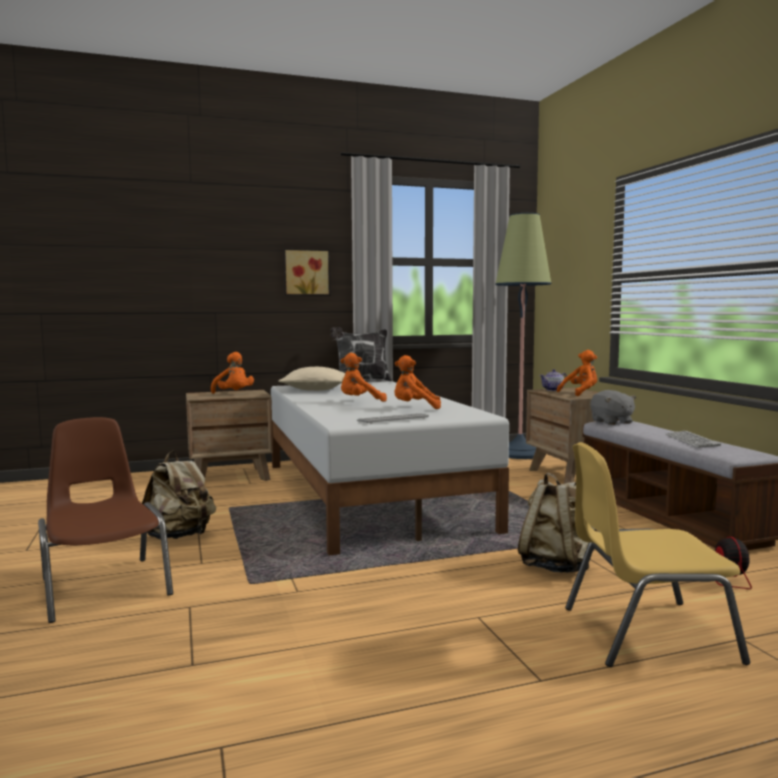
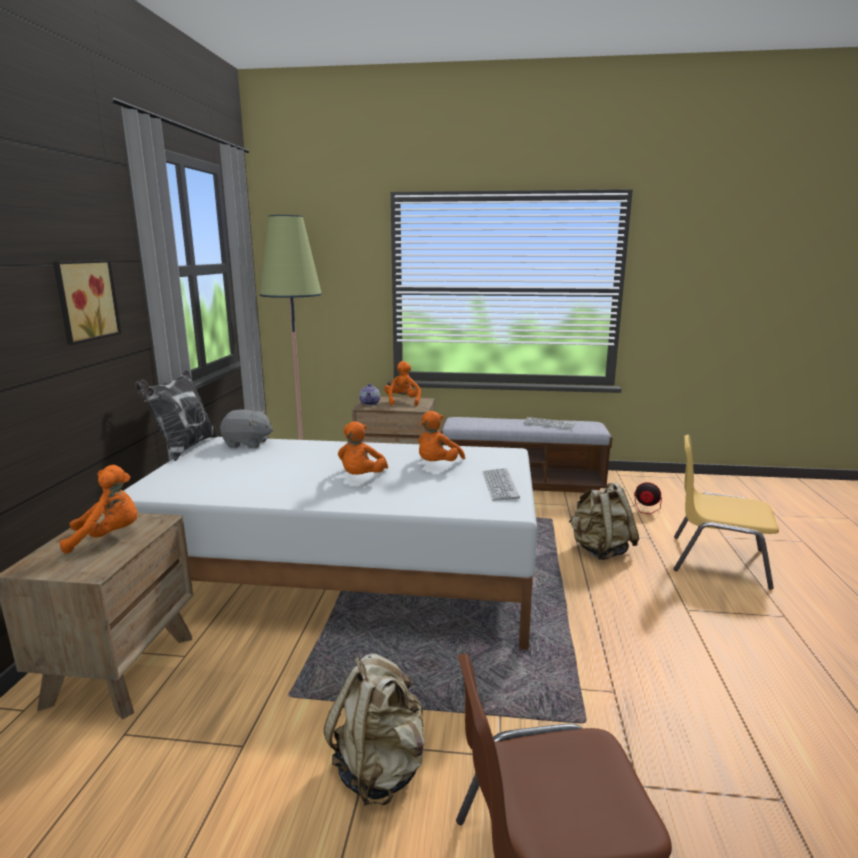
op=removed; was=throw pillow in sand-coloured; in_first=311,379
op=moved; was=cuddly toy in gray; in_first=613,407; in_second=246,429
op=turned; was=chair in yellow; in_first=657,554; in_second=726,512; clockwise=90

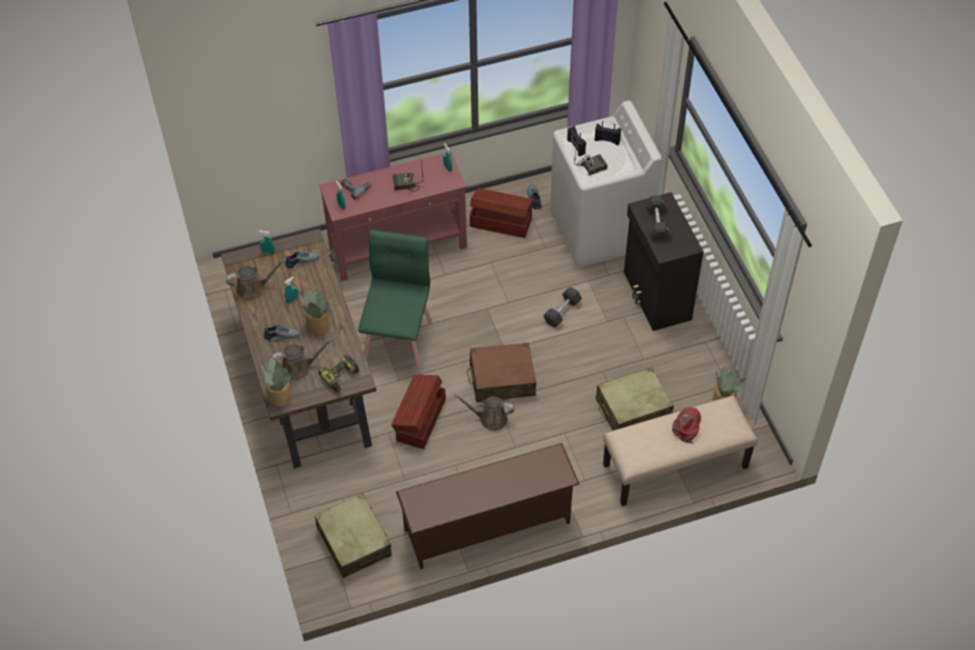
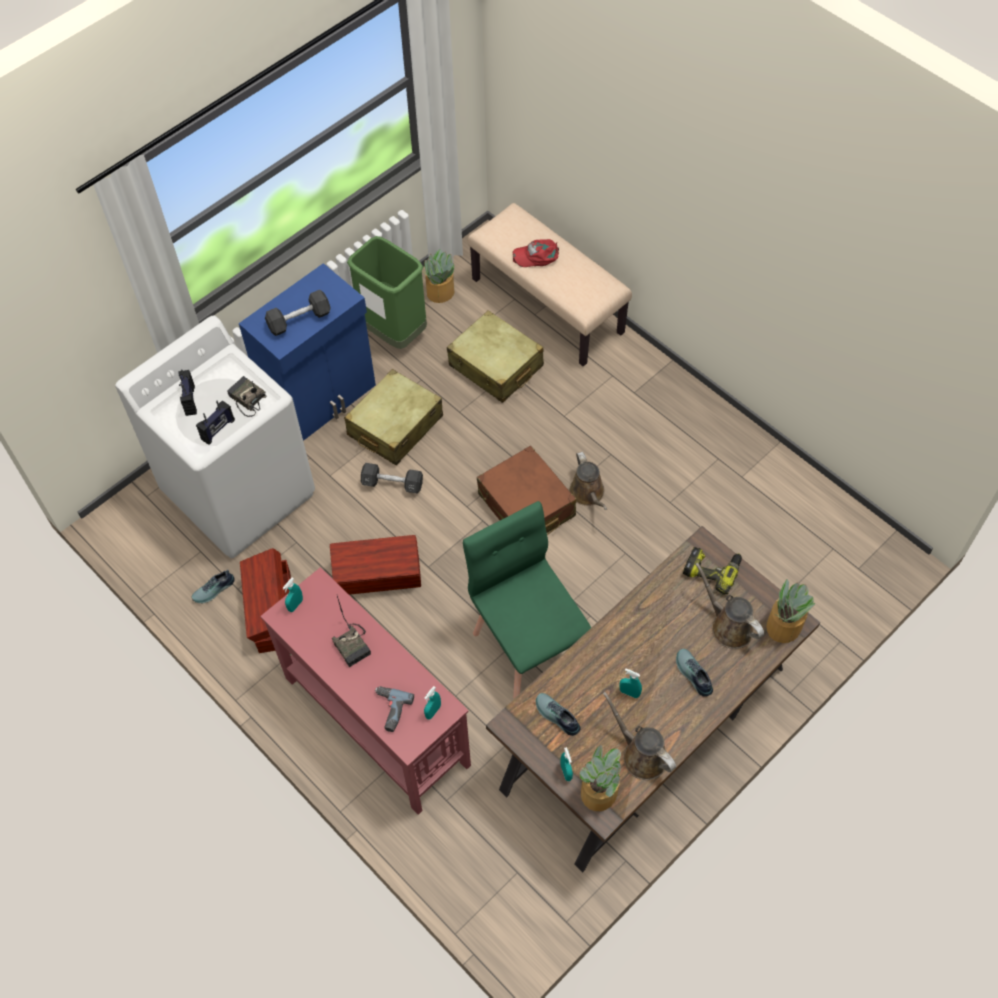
op=recoloured; was=cupboard in blackish; now=cupboard in blue-coloured; in_first=664,261; in_second=307,352
op=turned; was=chair in green; in_first=395,299; in_second=527,600; clockwise=75
op=moved; was=houseplant; in_first=314,312; in_second=600,778
op=moved; was=storage bin in brown; in_first=418,412; in_second=375,565
op=removed; was=shoe rack in brown; in_first=487,506
op=moved; was=suitcase in sand-coloured; in_first=353,535; in_second=393,417
op=added; now=trash can in green; in_second=387,292

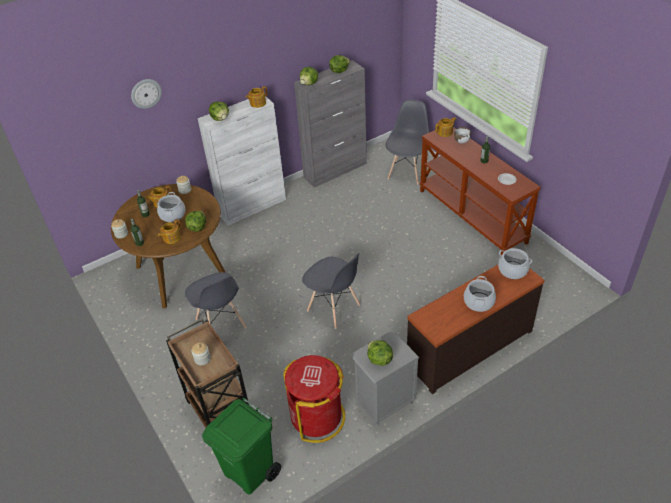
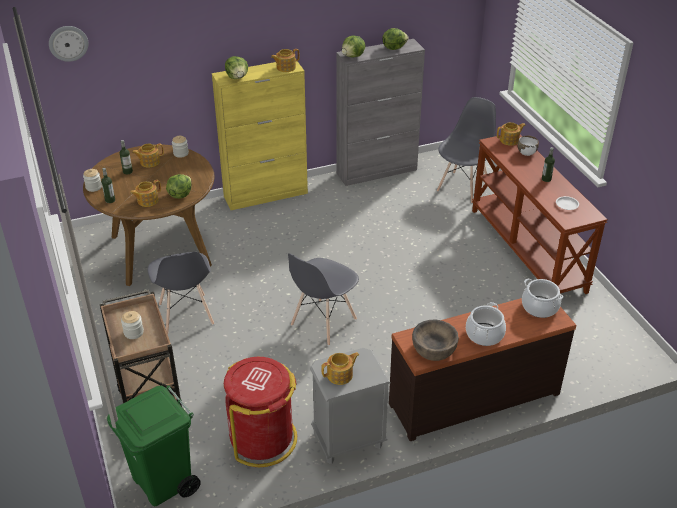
op=moved; was=wall clock; in_first=146,94; in_second=68,44
op=recoloured; was=cupboard in white; now=cupboard in yellow; in_first=242,161; in_second=260,134
op=removed; was=saucepot; in_first=171,207
op=turned; was=chair in gray; in_first=331,291; in_second=323,299; clockwise=75
op=replaced; was=lettuce; now=teapot; in_first=380,353; in_second=340,368
op=added; now=serving bowl in brown; in_second=435,340

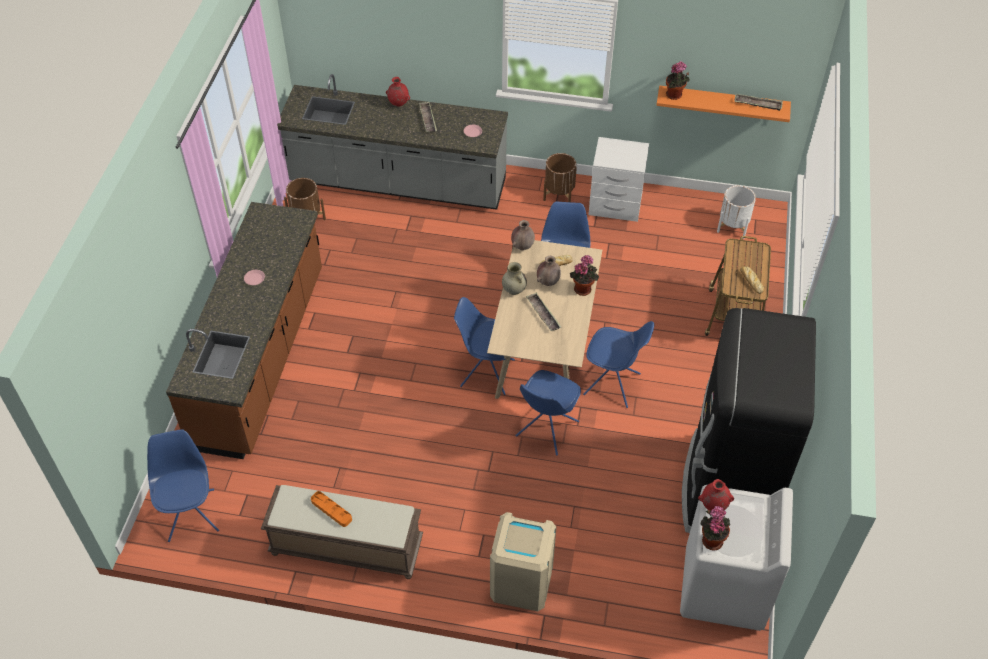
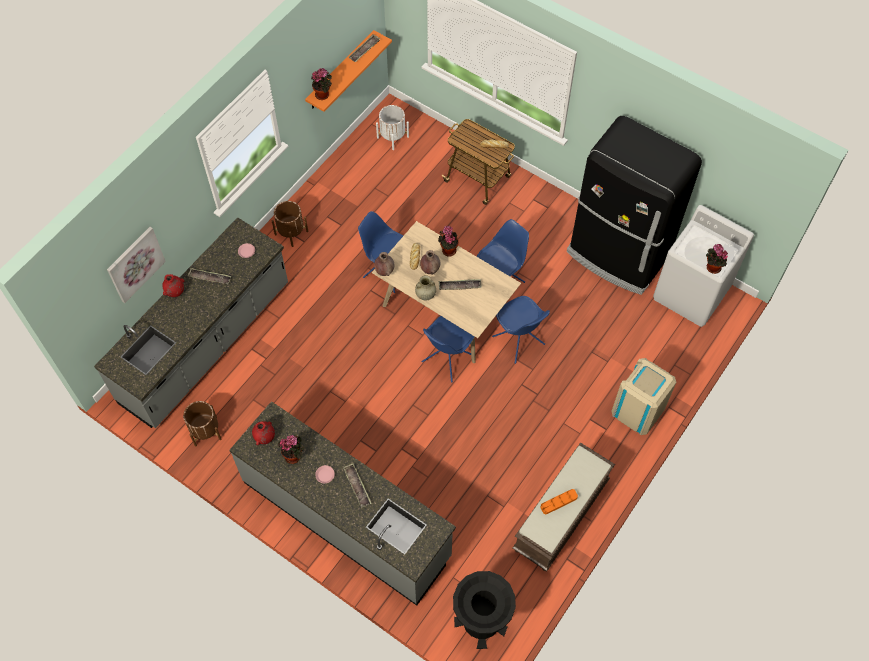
op=removed; was=night table in white; in_first=619,179
op=recoloured; was=counter in brown; now=counter in gray; in_first=244,330; in_second=343,503
op=replaced; was=chair in blue-coloured; now=trash can in blackish; in_first=183,485; in_second=484,610
op=moved; was=vase in red-coloured; in_first=716,495; in_second=263,433
op=added; now=wall art; in_second=136,265
op=added; now=houseplant; in_second=291,449
op=added; now=carrying tray; in_second=357,485

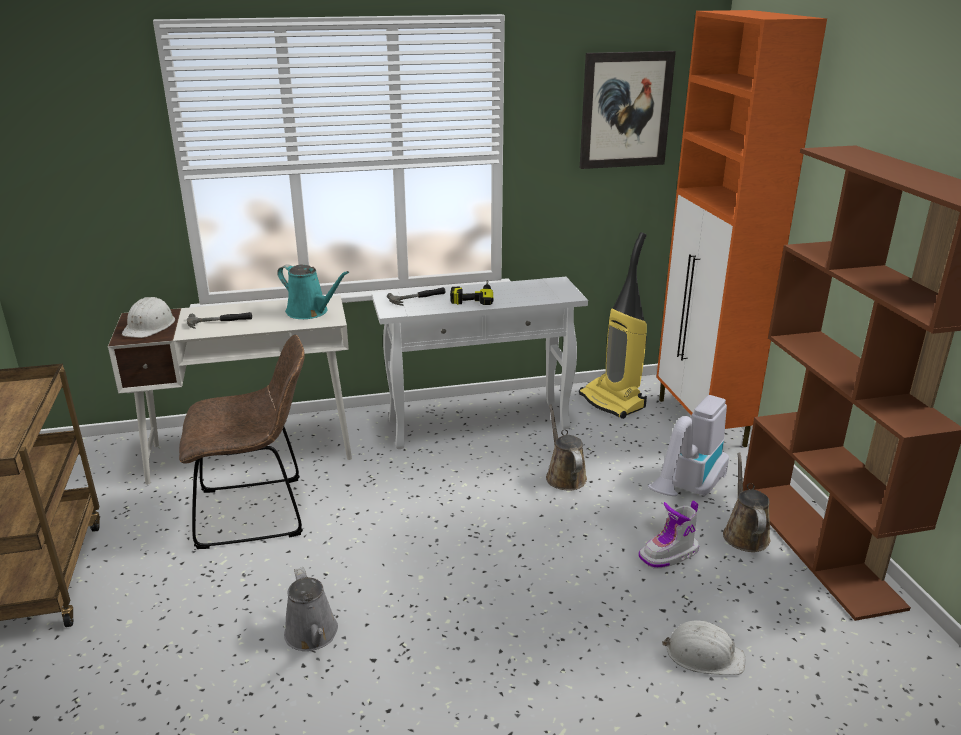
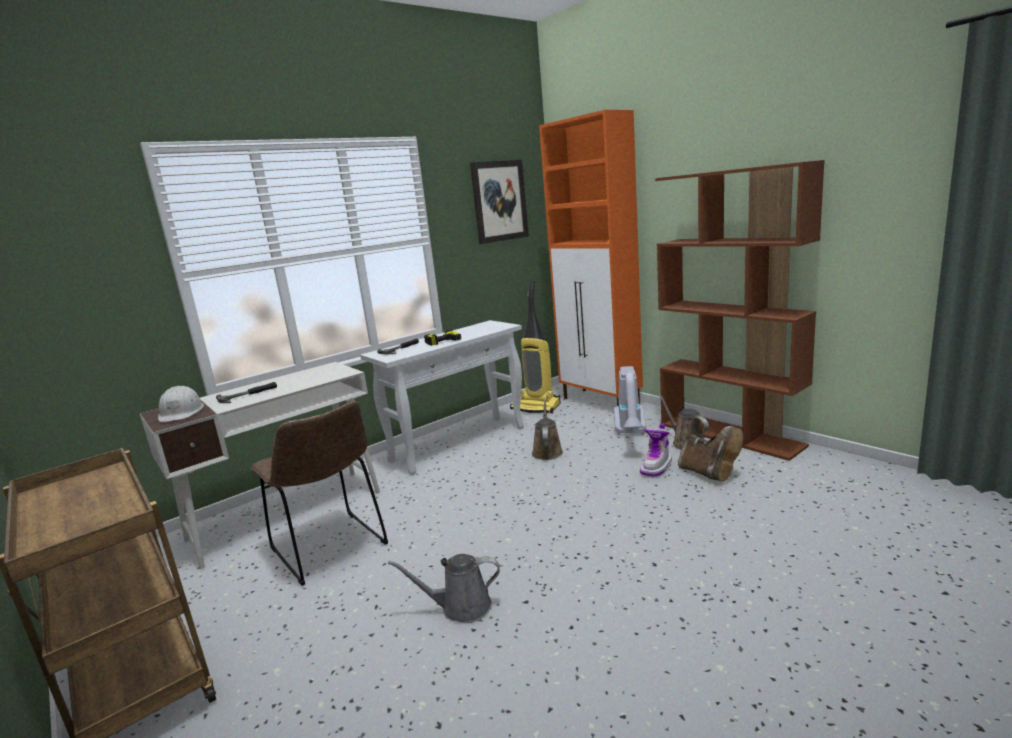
op=removed; was=watering pot in turquoise-coloured; in_first=313,291
op=turned; was=chair in brown; in_first=242,442; in_second=319,493; clockwise=90
op=turned; was=watering pot in brown; in_first=566,448; in_second=547,430; clockwise=45
op=turned; was=watering pot in gray; in_first=311,609; in_second=444,588; clockwise=135
op=removed; was=safety helmet in white; in_first=703,647
op=added; now=boot in brown; in_second=710,454

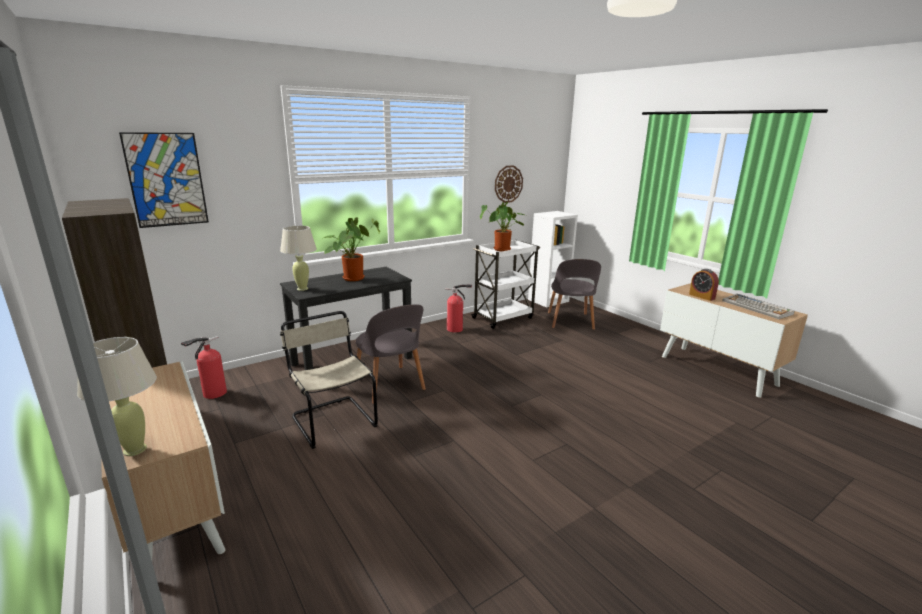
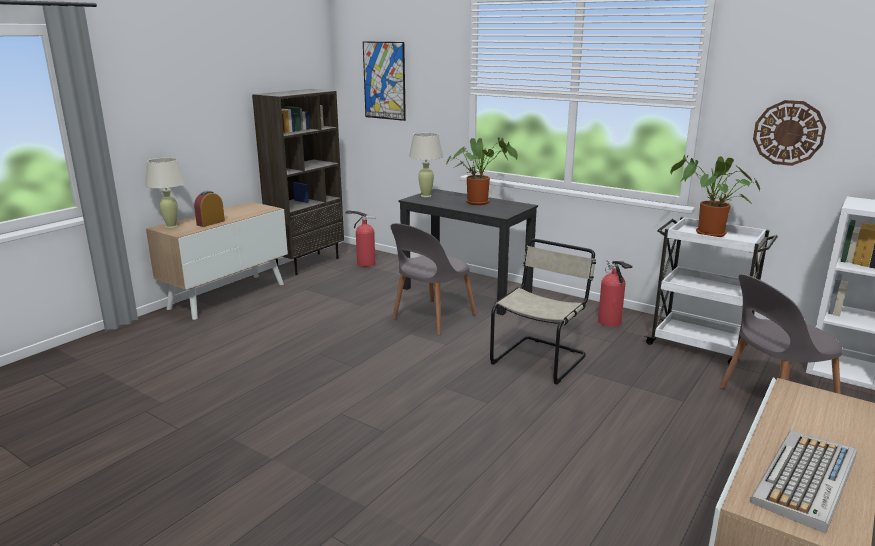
op=moved; was=alarm clock; in_first=704,285; in_second=209,209
op=moved; was=chair in sand-coloured; in_first=329,380; in_second=543,311

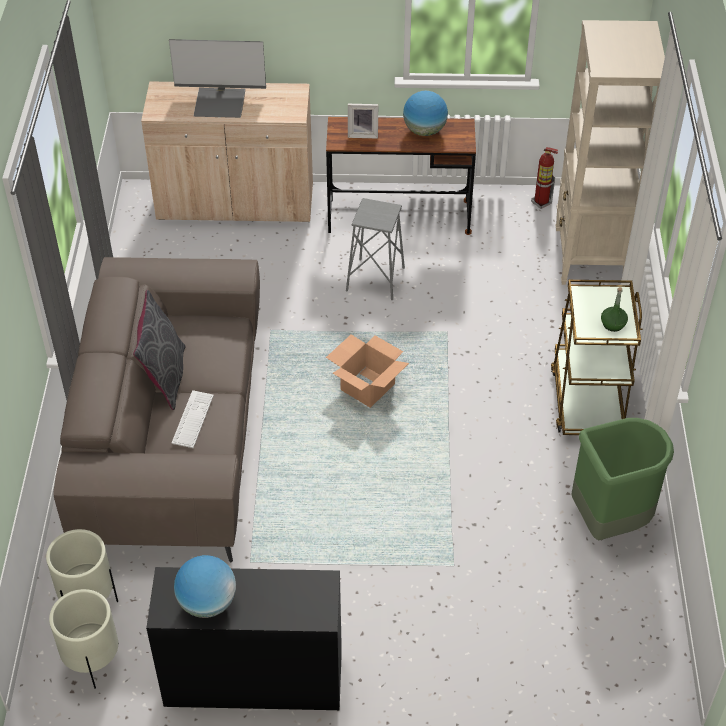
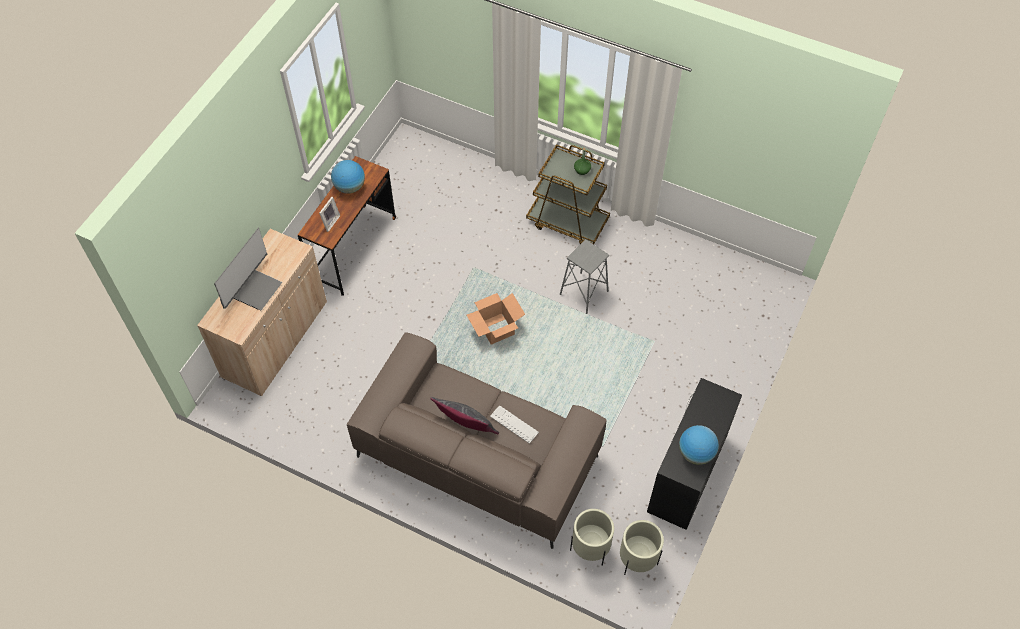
op=removed; was=shelving unit in sand-coloured; in_first=610,152
op=removed; was=extinguisher; in_first=544,178
op=moved; was=stool in gray; in_first=375,249; in_second=584,276
op=removed; was=trash can in green; in_first=622,479

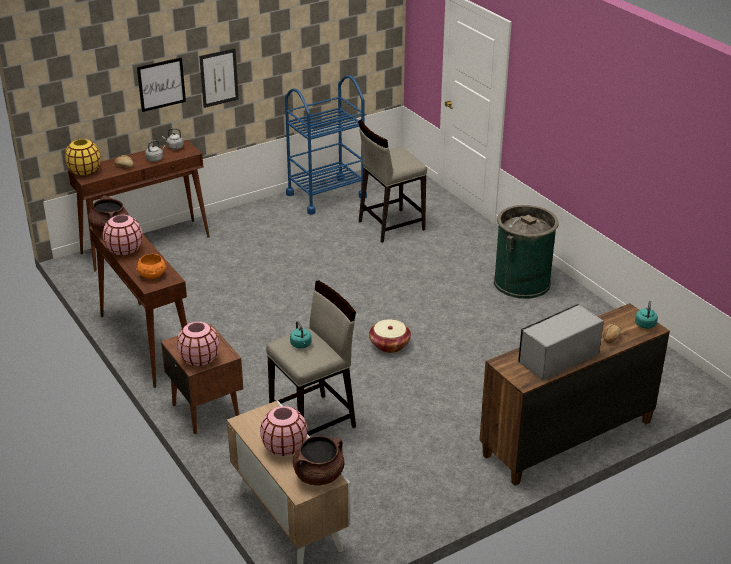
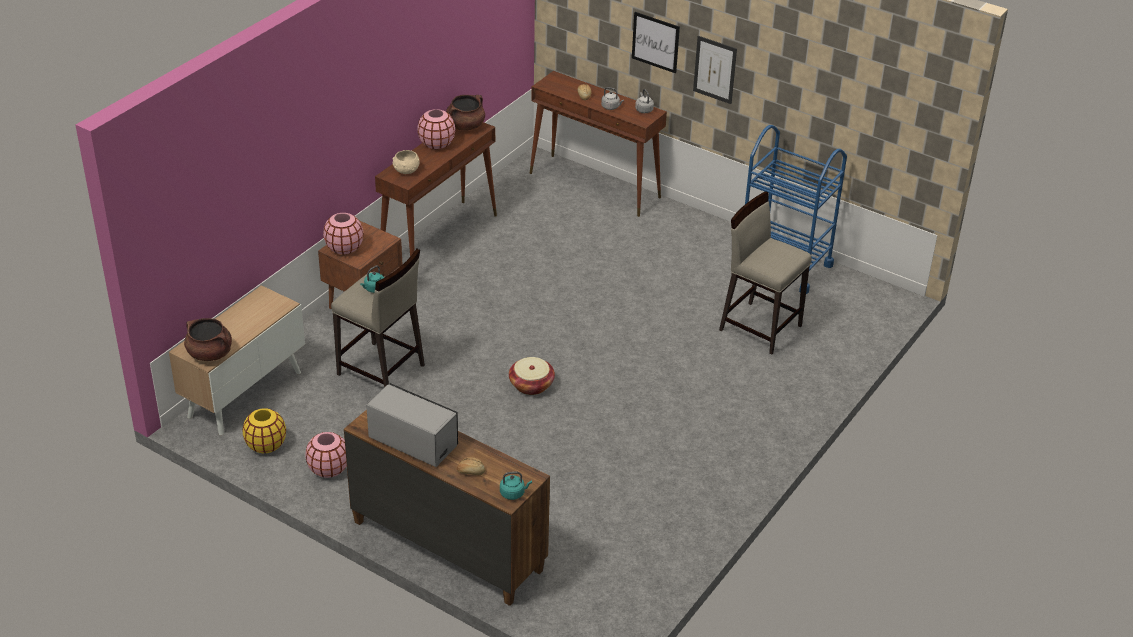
op=moved; was=vase in yellow; in_first=83,157; in_second=264,430
op=removed; was=trash can in green; in_first=526,252
op=recoloured; was=serving bowl in orangey; now=serving bowl in sand-coloured; in_first=151,266; in_second=406,162
op=moved; was=vase in pink; in_first=283,431; in_second=326,455

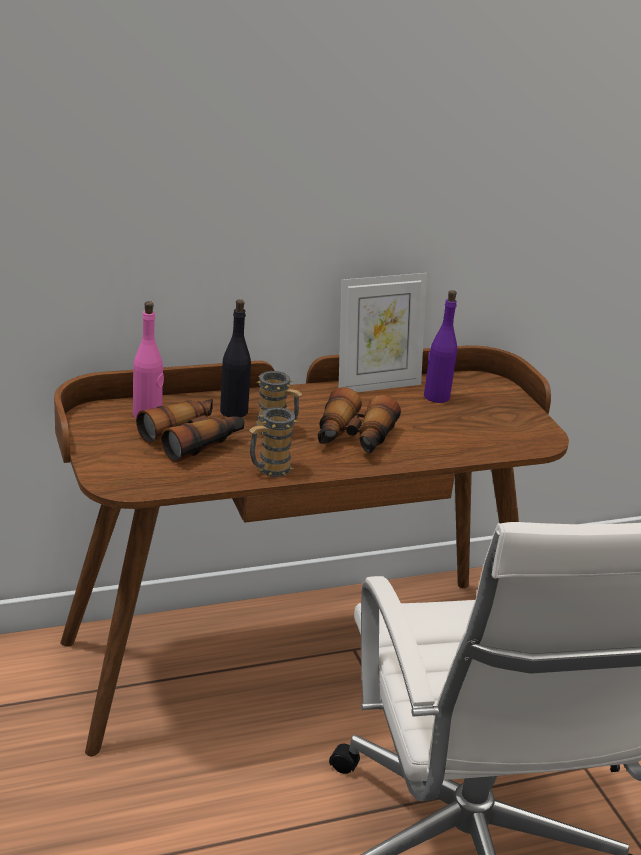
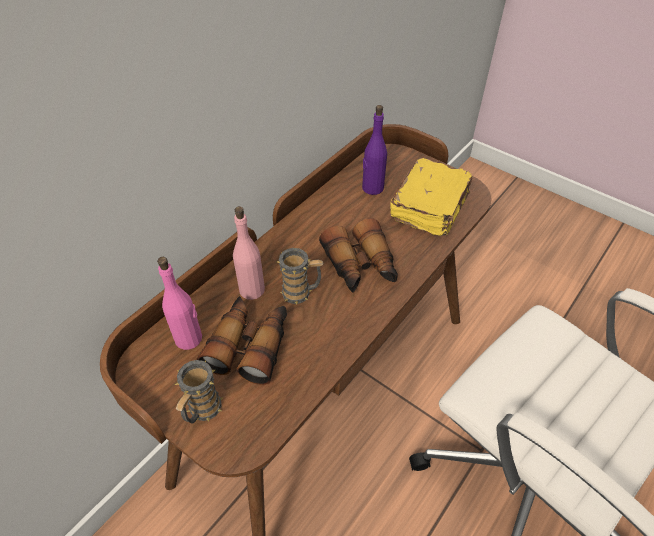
op=removed; was=picture frame; in_first=383,333
op=recoloured; was=beverage bottle in blackish; now=beverage bottle in pink; in_first=235,358; in_second=249,253
op=moved; was=mug; in_first=273,442; in_second=199,391
op=added; now=bound book in yellow; in_second=431,197

